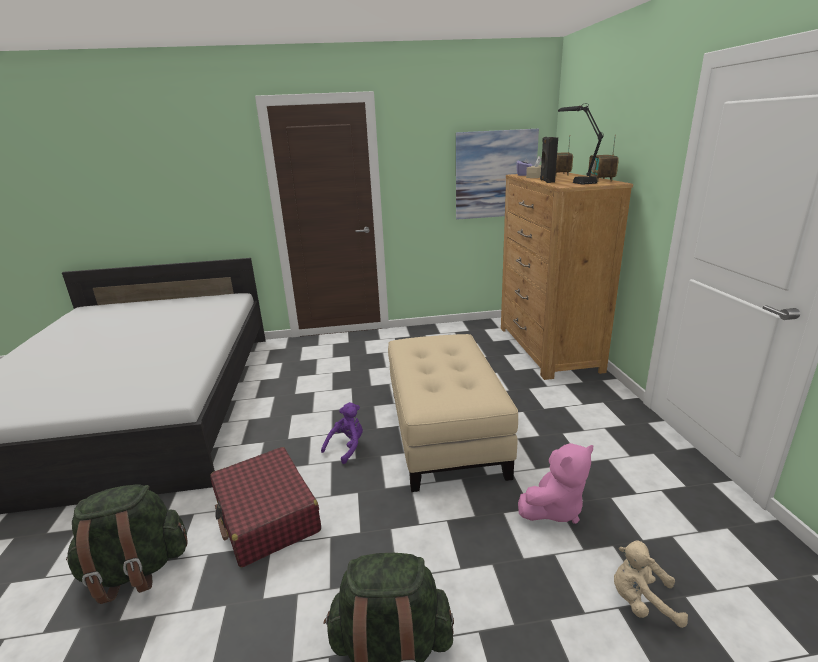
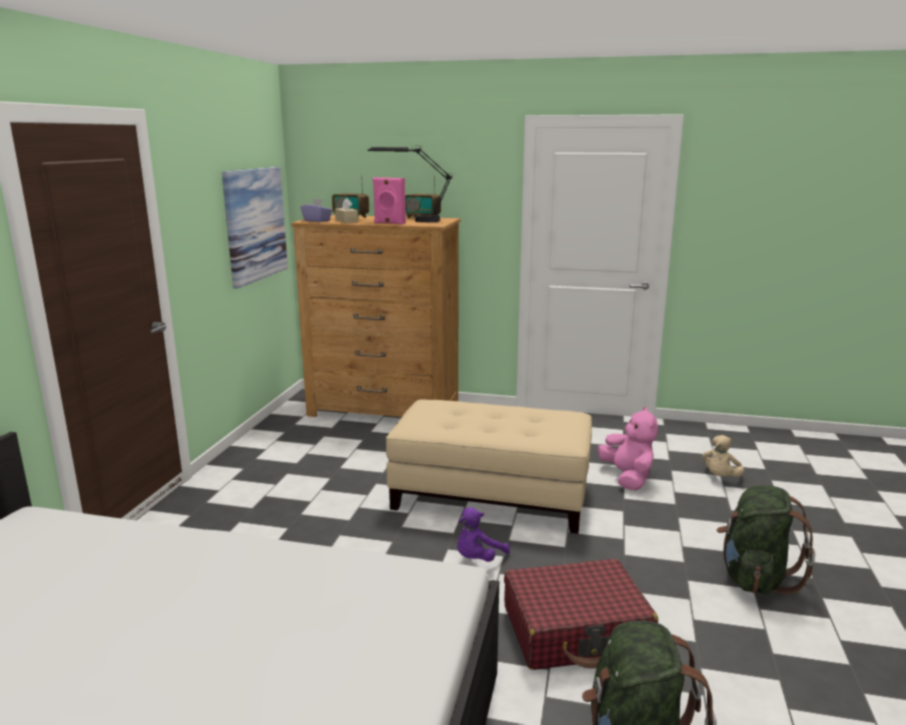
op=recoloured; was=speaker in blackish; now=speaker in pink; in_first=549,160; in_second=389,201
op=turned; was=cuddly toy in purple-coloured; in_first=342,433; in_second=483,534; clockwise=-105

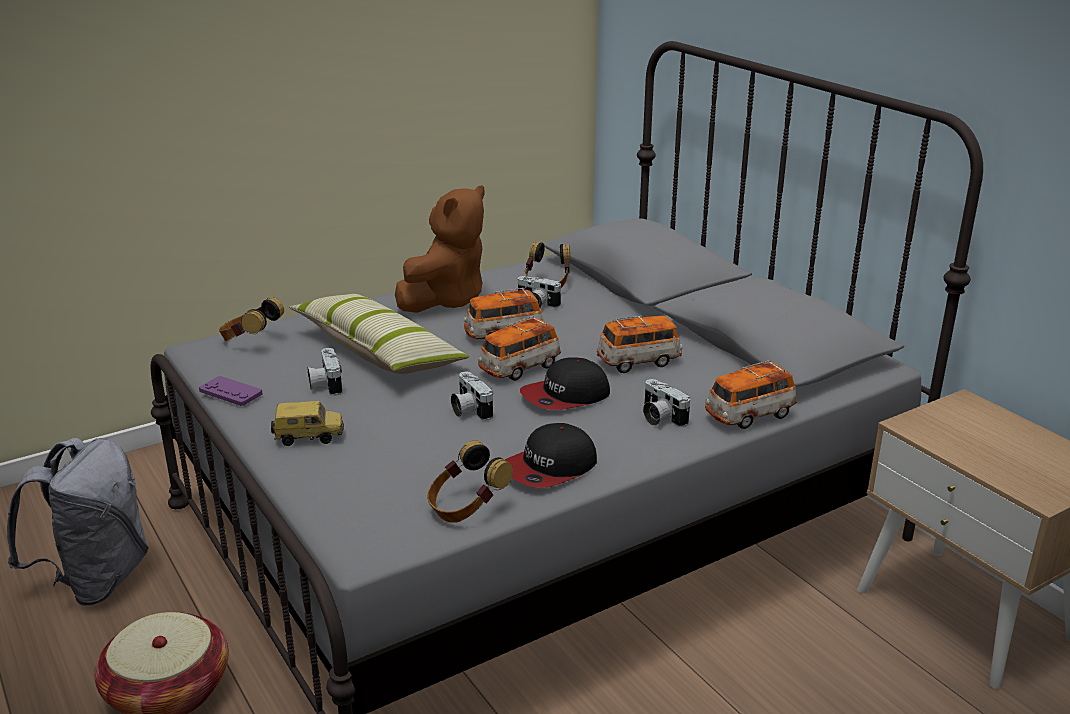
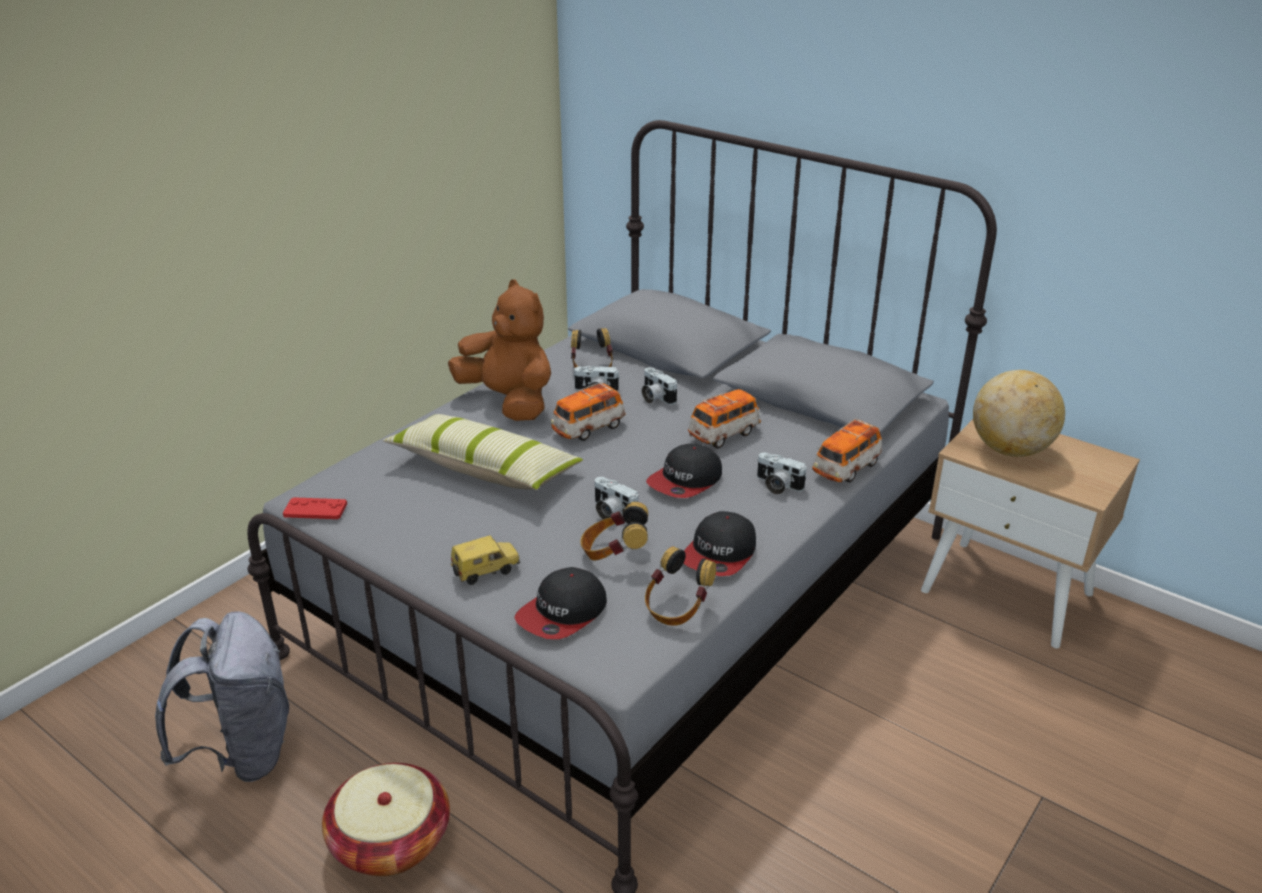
op=turned; was=cuddly toy in brown; in_first=440,249; in_second=499,350; clockwise=-60
op=moved; was=headset; in_first=251,319; in_second=614,531
op=removed; was=miniature car; in_first=519,348
op=moved; was=still camera; in_first=325,372; in_second=659,386
op=removed; was=gamepad in purple-coloured; in_first=230,391
op=added; now=desk globe; in_second=1019,413
op=added; now=gamepad in red-coloured; in_second=315,508
op=added; now=peaked cap; in_second=560,603

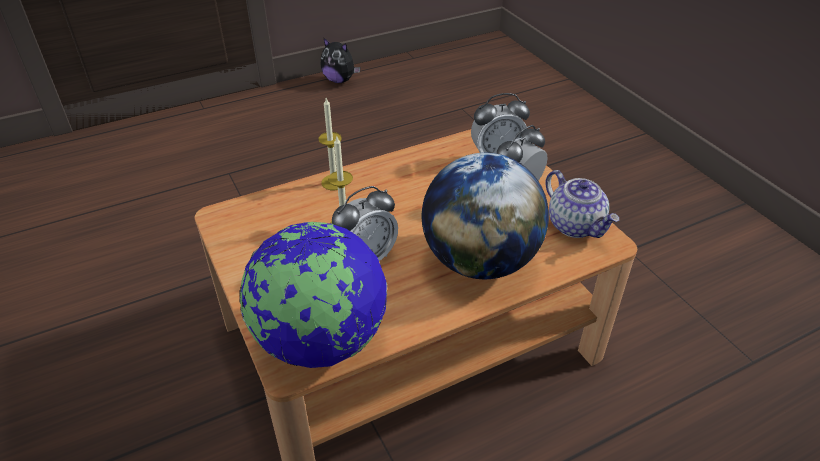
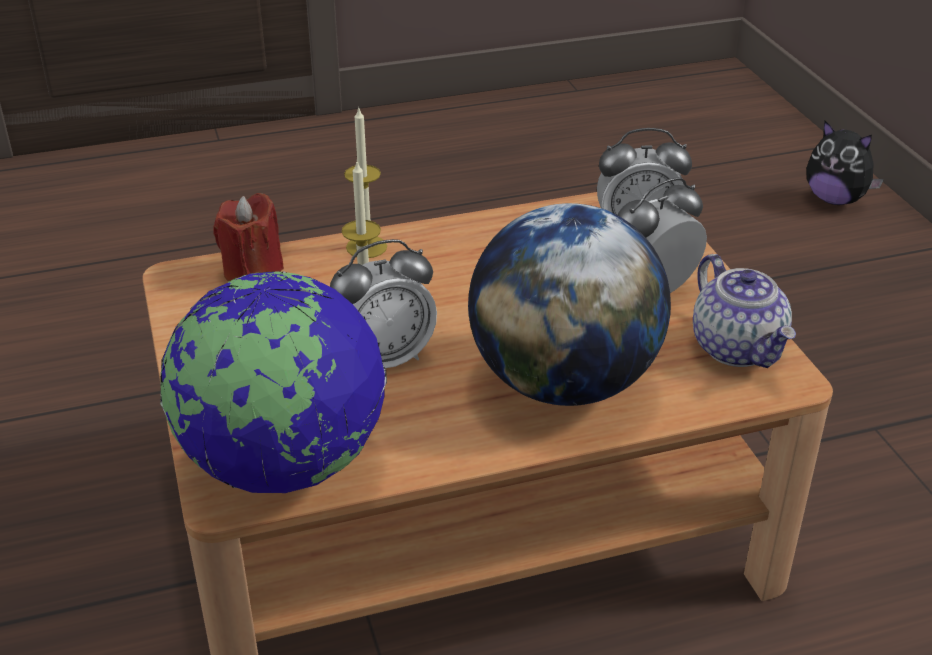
op=moved; was=cuddly toy; in_first=341,60; in_second=845,163
op=added; now=wax candle in red-coloured; in_second=248,237

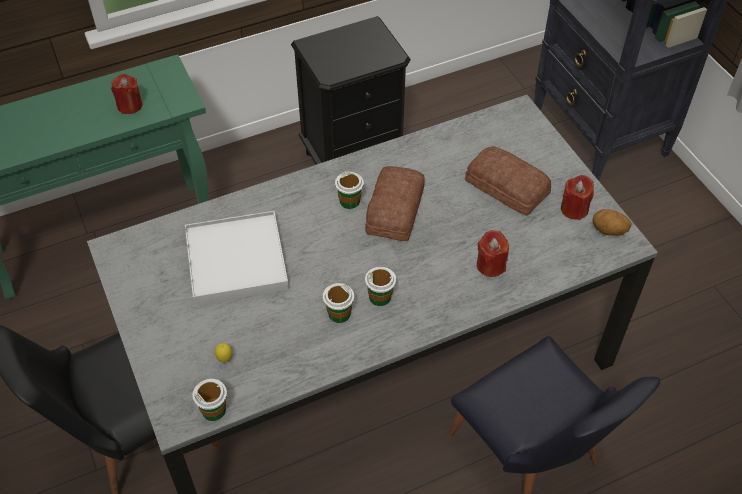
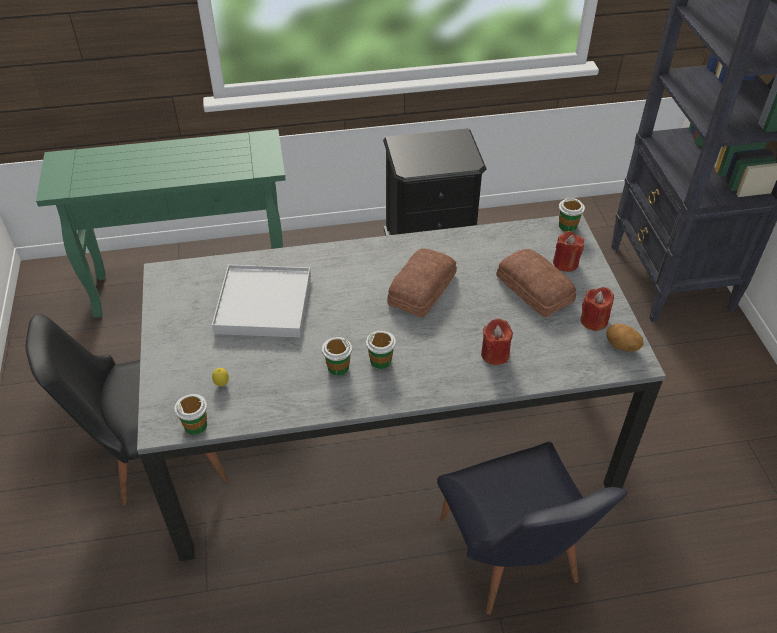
op=moved; was=wax candle in red-coloured; in_first=126,94; in_second=568,251
op=moved; was=cup; in_first=349,190; in_second=572,214

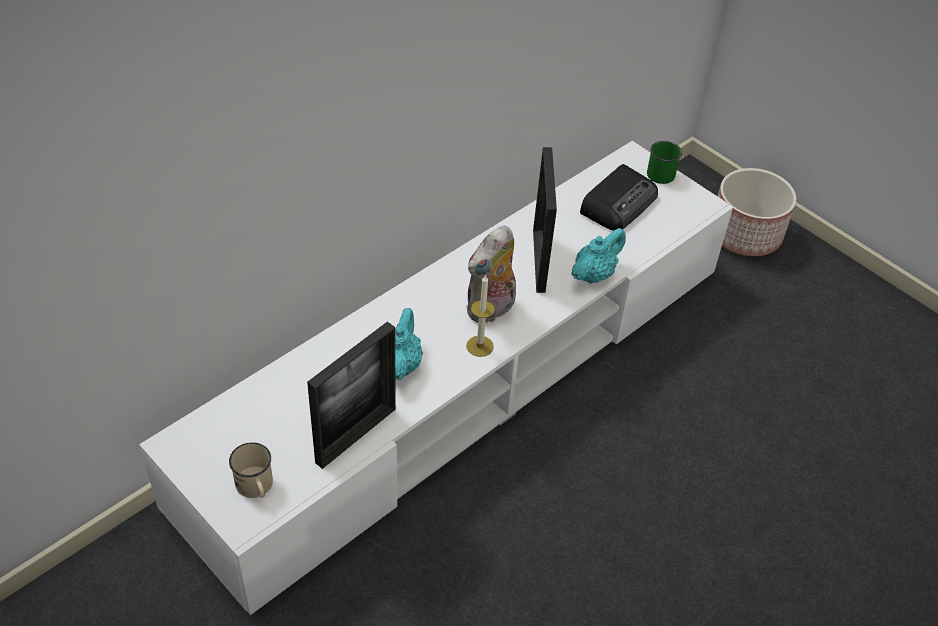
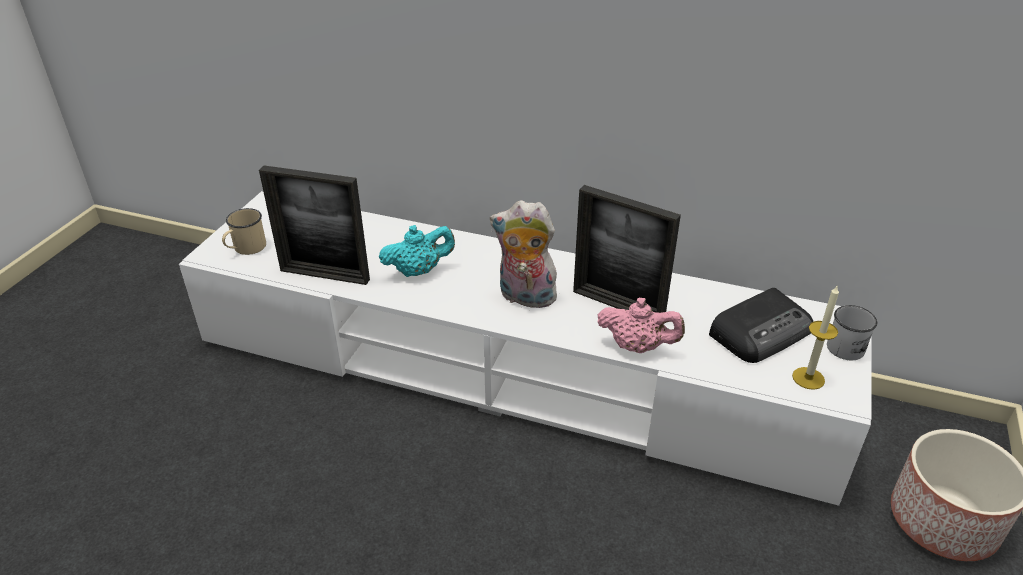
op=recoloured; was=mug in green; now=mug in white; in_first=664,162; in_second=852,332
op=turned; was=picture frame; in_first=545,220; in_second=627,249; clockwise=-120
op=turned; was=radio set; in_first=619,197; in_second=761,325; clockwise=-45
op=recoloured; was=teapot in turquoise-coloured; now=teapot in pink; in_first=598,256; in_second=641,325
op=moved; was=wax candle; in_first=480,316; in_second=815,338

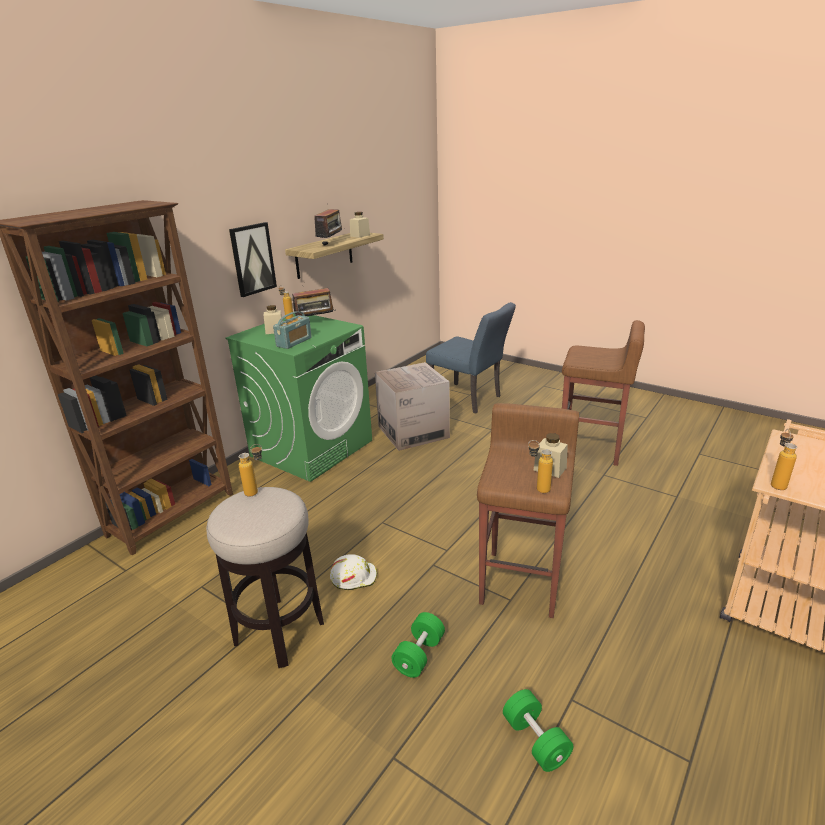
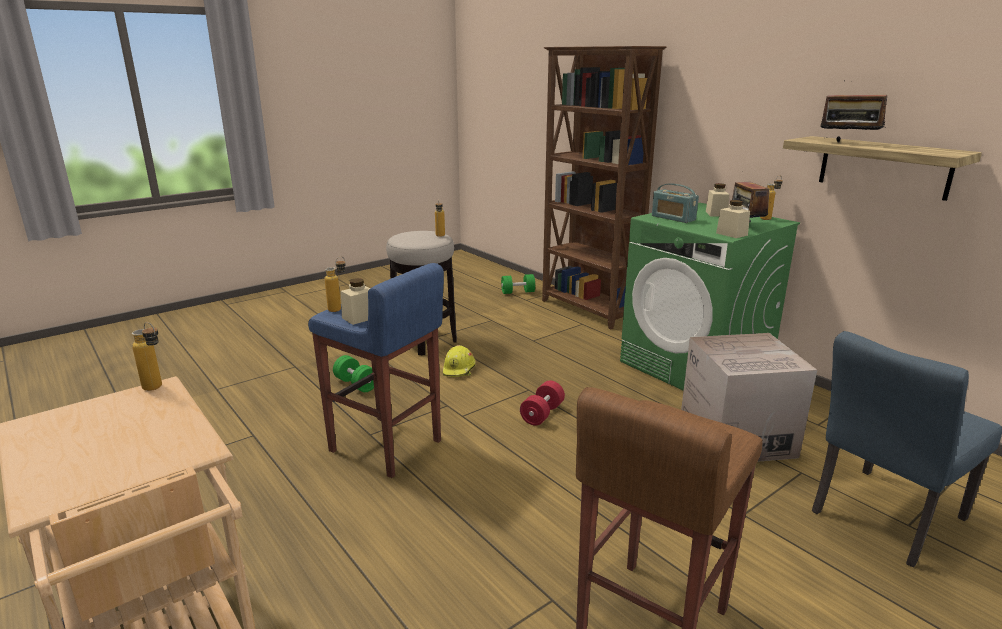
op=moved; was=jar in sand-coloured; in_first=360,225; in_second=733,219
op=removed; was=wall art; in_first=253,259
op=recoloured; was=stool in brown; now=stool in blue-coloured; in_first=528,510; in_second=376,370
op=recoloured; was=safety helmet in white; now=safety helmet in yellow; in_first=353,572; in_second=459,361
op=moved; was=free weight in green; in_first=538,730; in_second=518,284
op=added; now=free weight in red-coloured; in_second=542,403

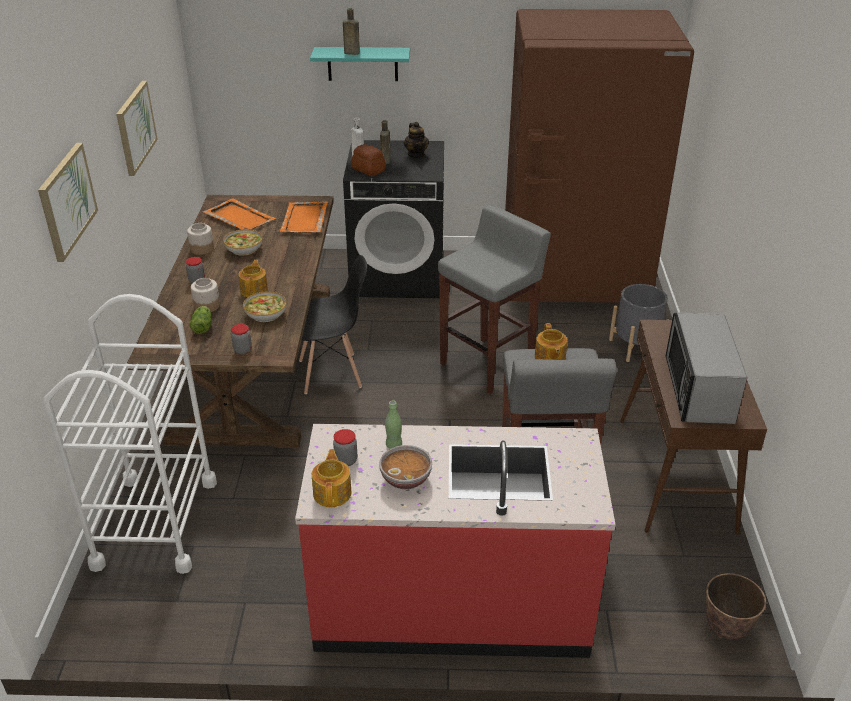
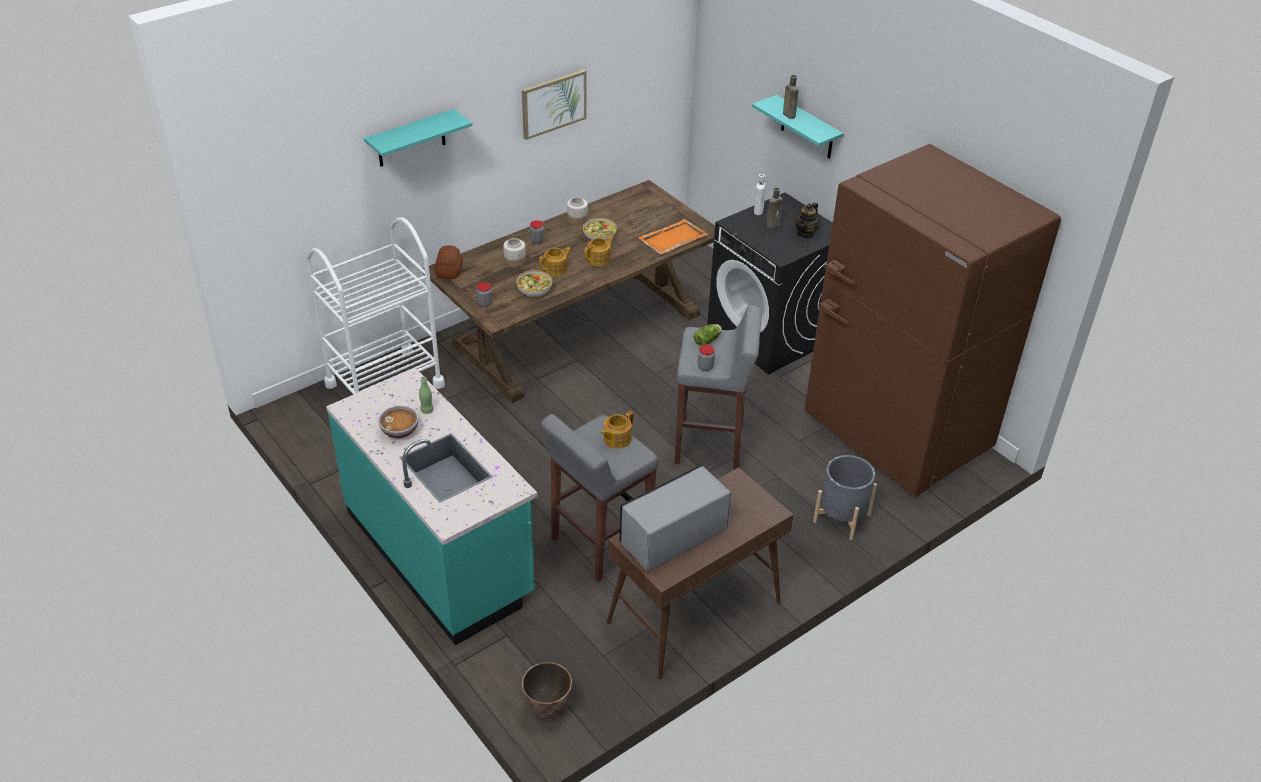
op=replaced; was=wall art; now=bracket shelf in turquoise-coloured; in_first=68,202; in_second=418,138
op=moved; was=bakery bread; in_first=368,160; in_second=449,262
op=removed; was=carrying tray in orangey; in_first=239,214
op=removed; was=chair in blackish; in_first=333,324
op=moved; was=lettuce; in_first=200,320; in_second=708,335
op=recoloured; was=counter in red-coloured; now=counter in turquoise-coloured; in_first=455,541; in_second=431,507
op=moved; was=jar; in_first=345,447; in_second=706,358
op=moved; was=teapot; in_first=331,478; in_second=599,251

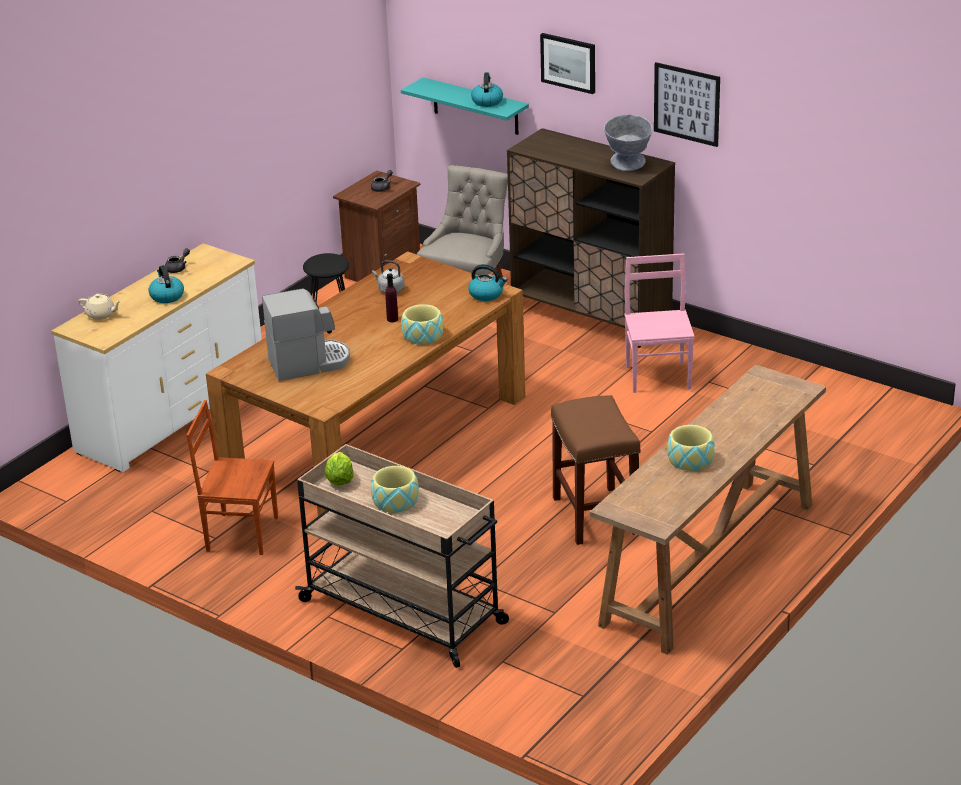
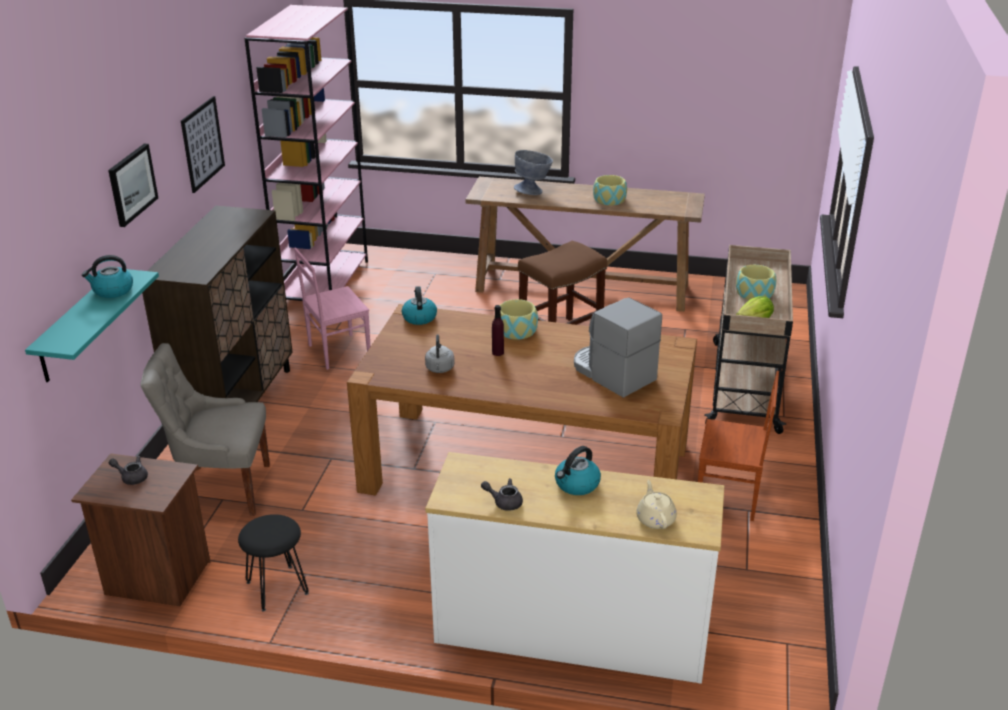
op=moved; was=serving bowl in gray; in_first=628,142; in_second=533,172
op=turned; was=chair in brown; in_first=232,477; in_second=738,446; clockwise=-60
op=added; now=shelving unit in pink; in_second=306,153

